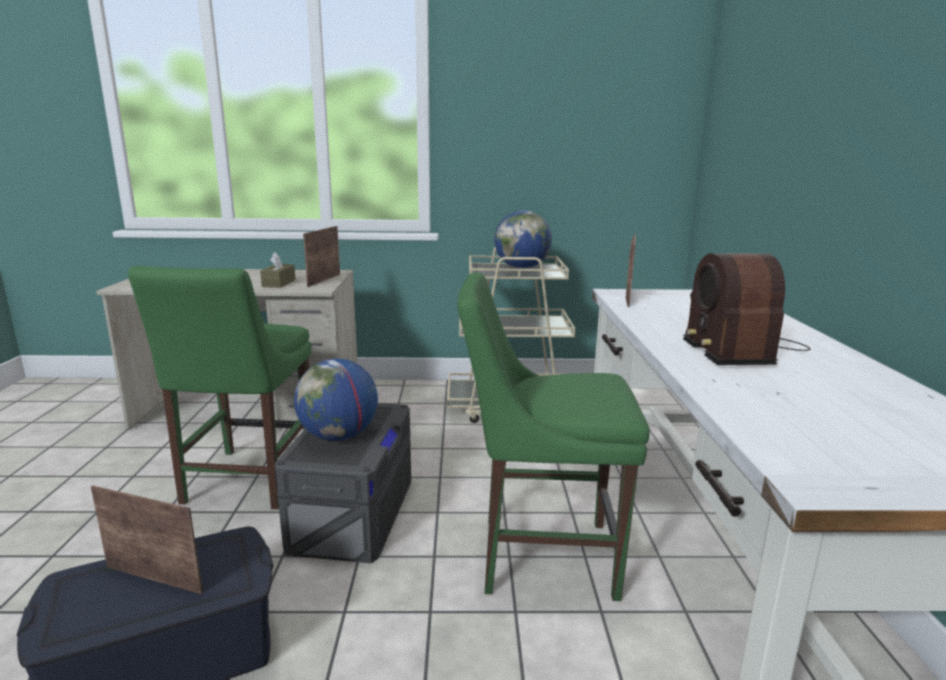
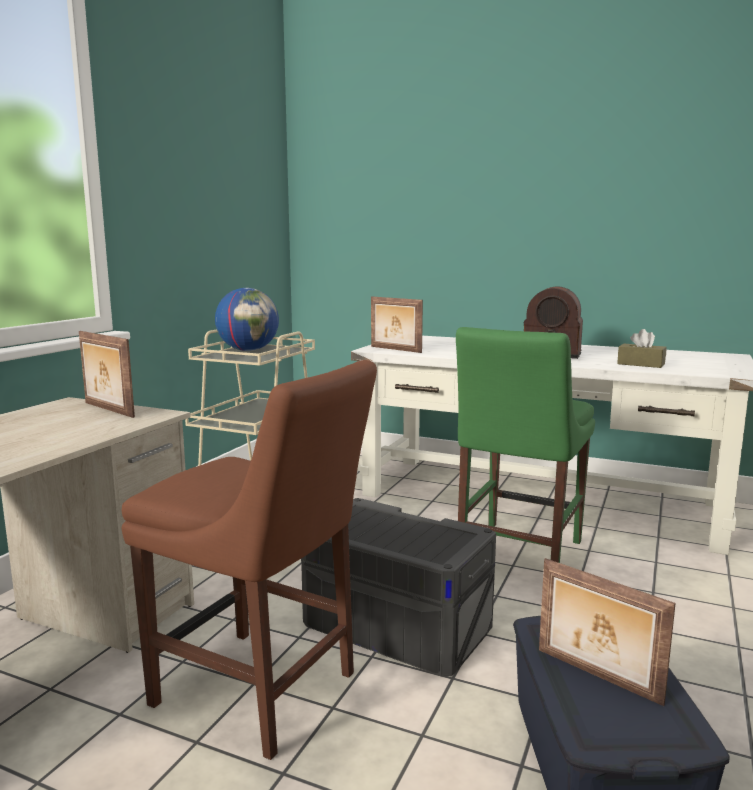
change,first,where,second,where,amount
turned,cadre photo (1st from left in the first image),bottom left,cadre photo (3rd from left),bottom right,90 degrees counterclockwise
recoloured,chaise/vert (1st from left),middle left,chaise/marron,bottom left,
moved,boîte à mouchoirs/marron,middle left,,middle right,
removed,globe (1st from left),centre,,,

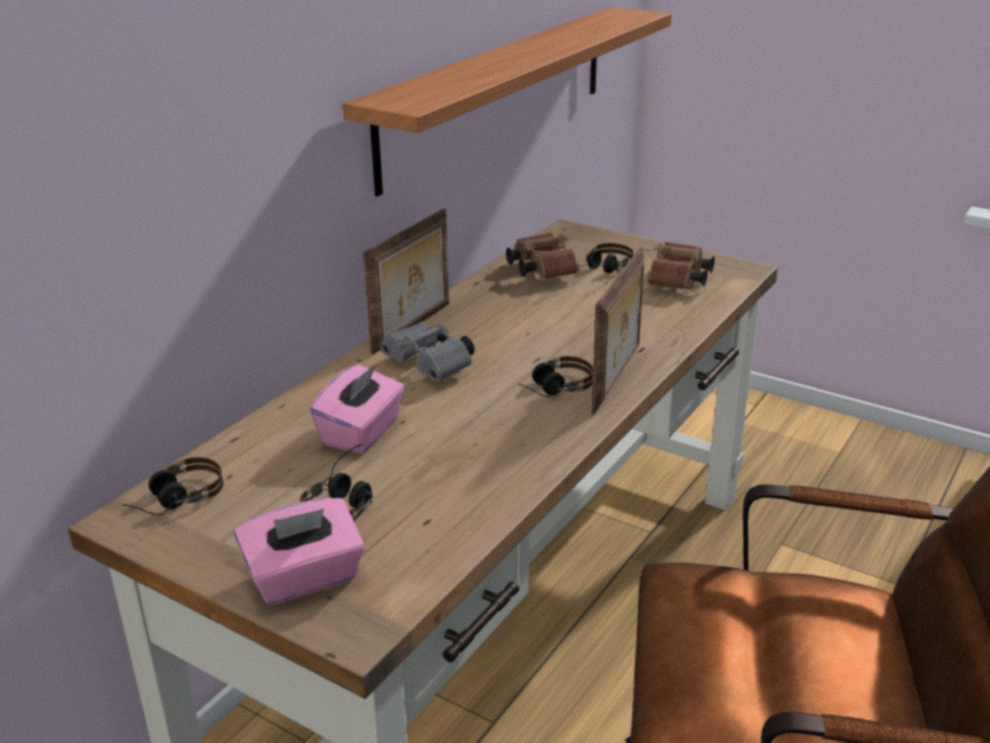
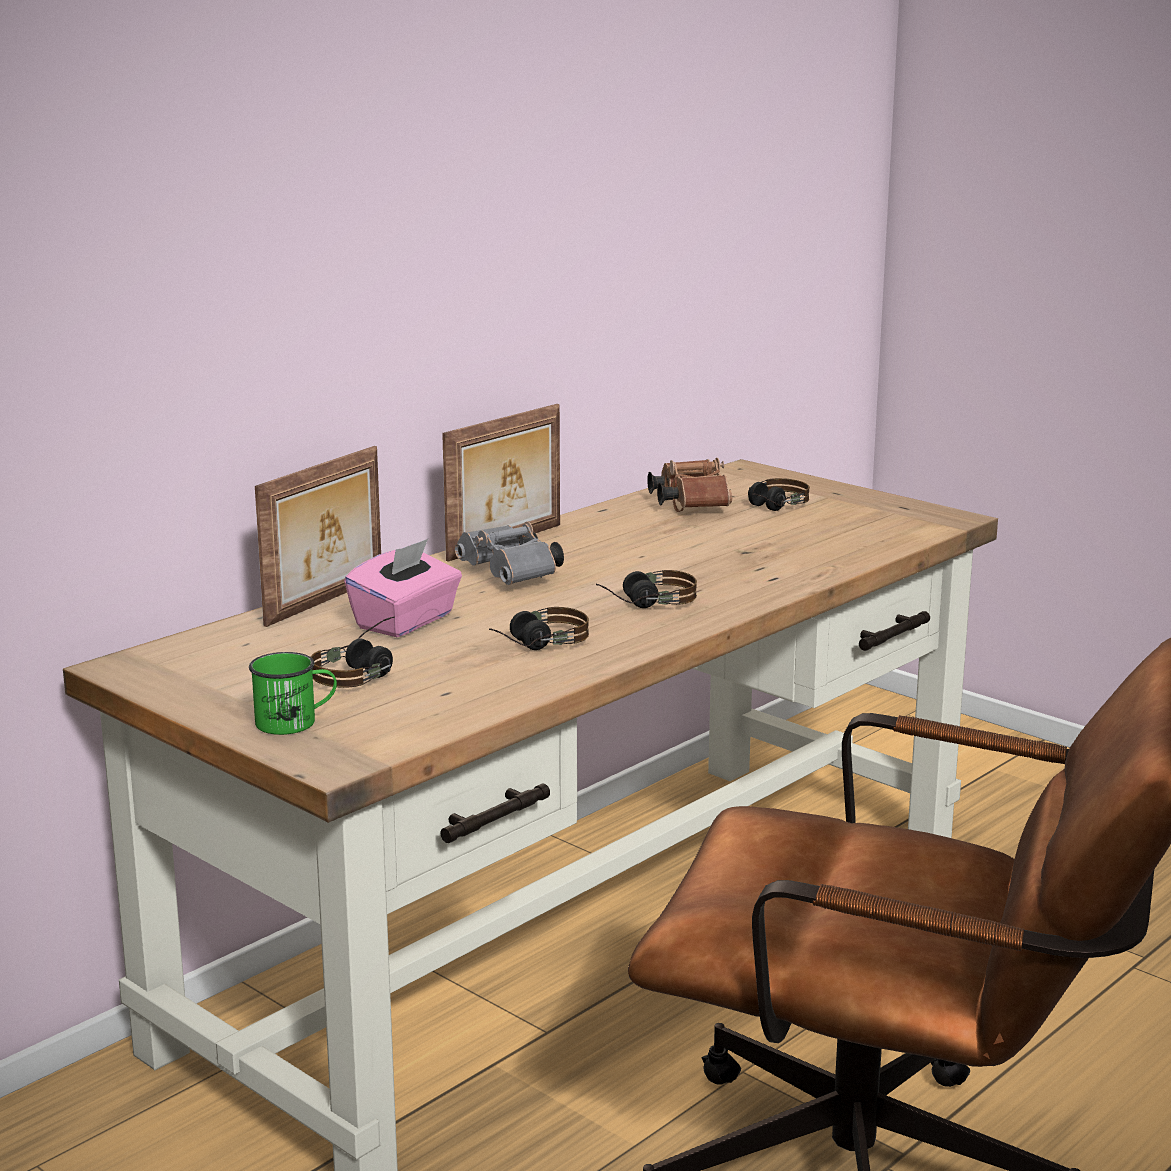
change,first,where,second,where,amount
moved,casque audio (1st from left in the first image),middle left,casque audio (2nd from left),centre,
replaced,boîte à mouchoirs/rose (1st from left),bottom left,mug/vert,middle left,
removed,étagère,top centre,,,
moved,cadre photo (2nd from left in the first image),centre,cadre photo (1st from left),middle left,
removed,jumelles/marron (2nd from left),middle right,,,

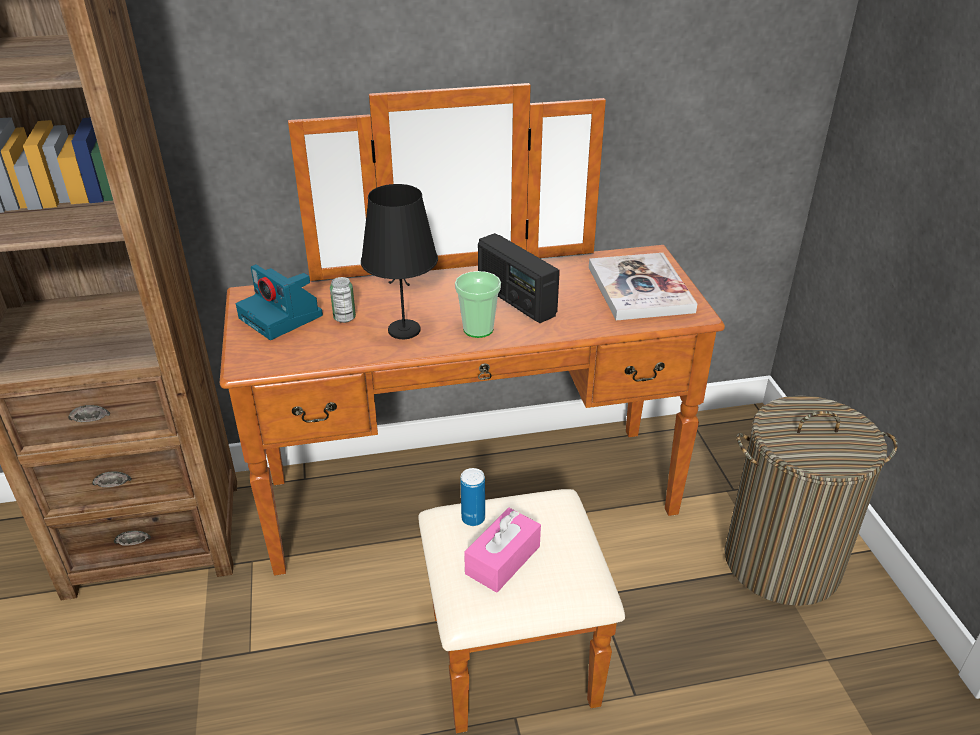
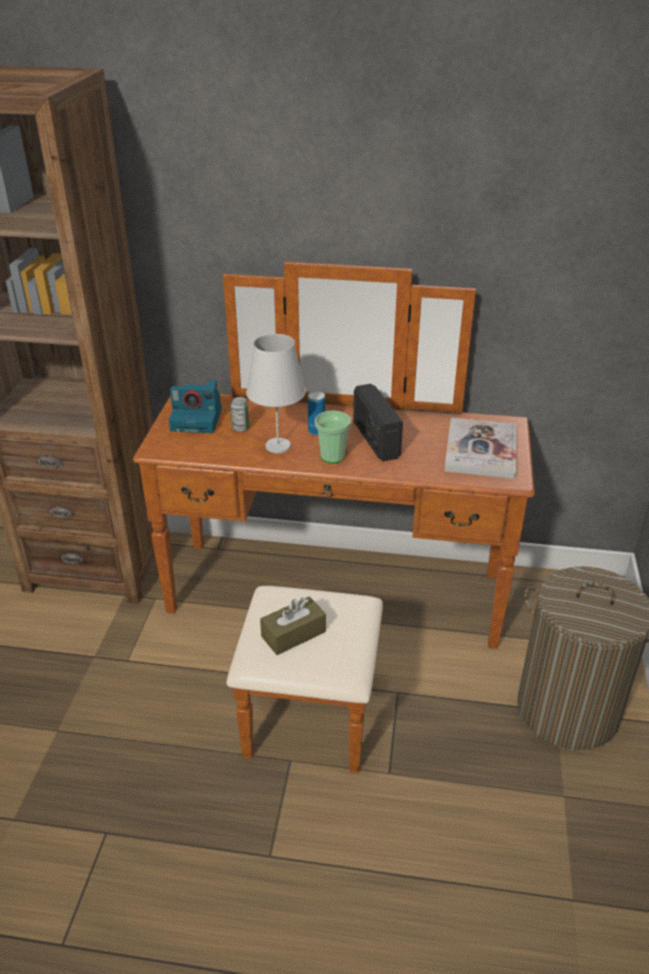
change,first,where,second,where,amount
turned,appareil photo,middle left,,middle left,60 degrees counterclockwise
recoloured,lampe de table/noir,centre,lampe de table/blanc,centre,
moved,boîte métallique (2nd from left),bottom centre,,centre,
recoloured,boîte à mouchoirs/rose,bottom centre,boîte à mouchoirs/marron,centre,

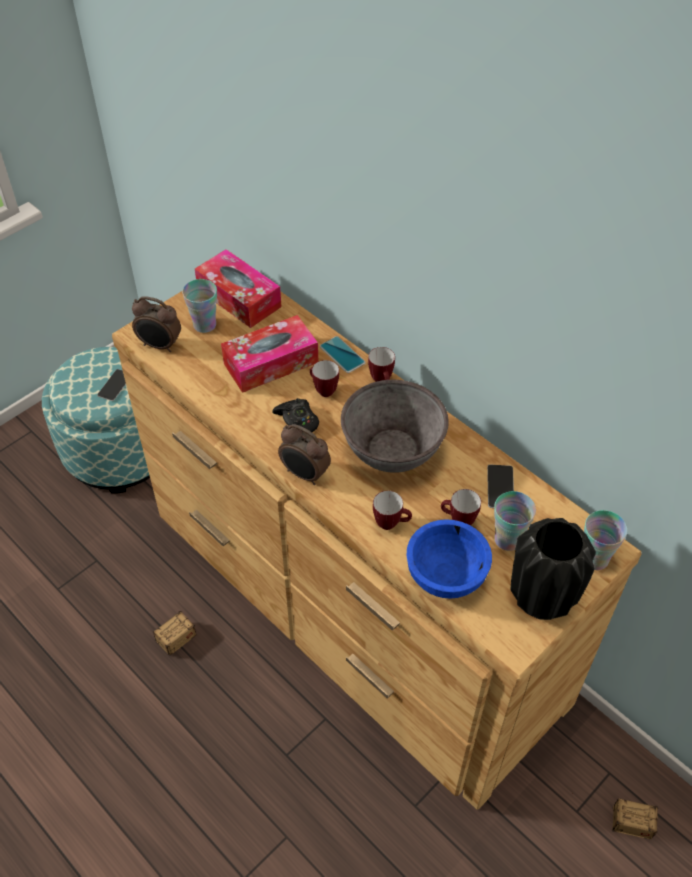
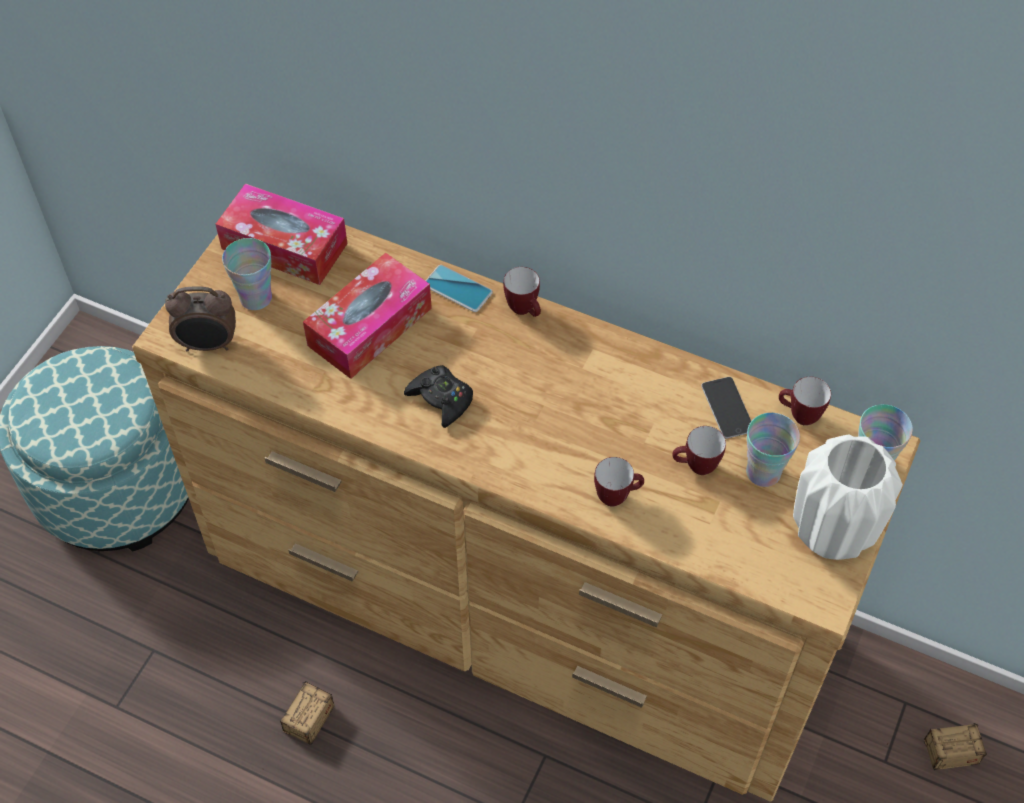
change,first,where,second,where,amount
removed,téléphone (1st from left),middle left,,,
removed,réveil (2nd from left),centre,,,
moved,mug (1st from left in the first image),centre,mug (4th from left),middle right,
removed,bol/gris,centre,,,
removed,bol/bleu,centre,,,
recoloured,vase/noir,middle right,vase/blanc,middle right,

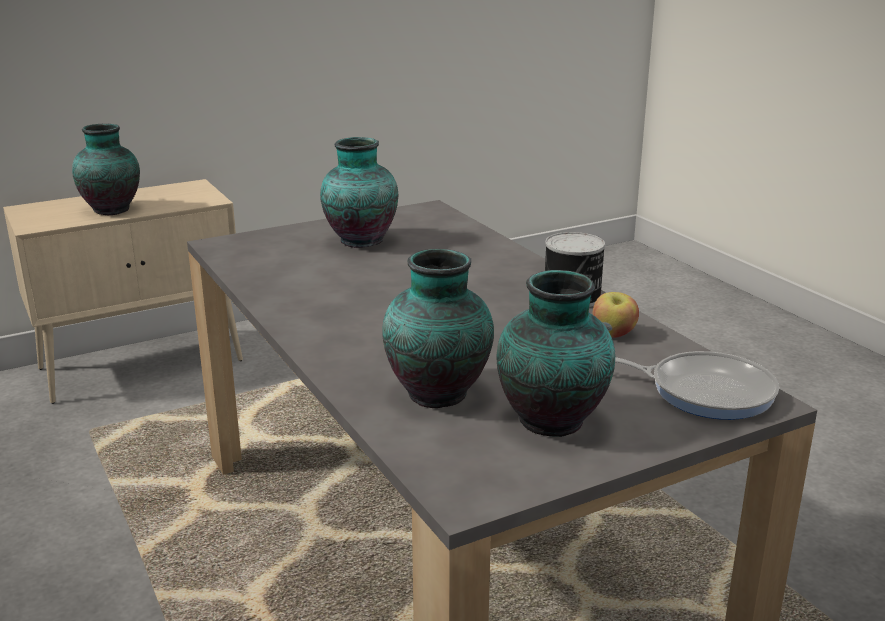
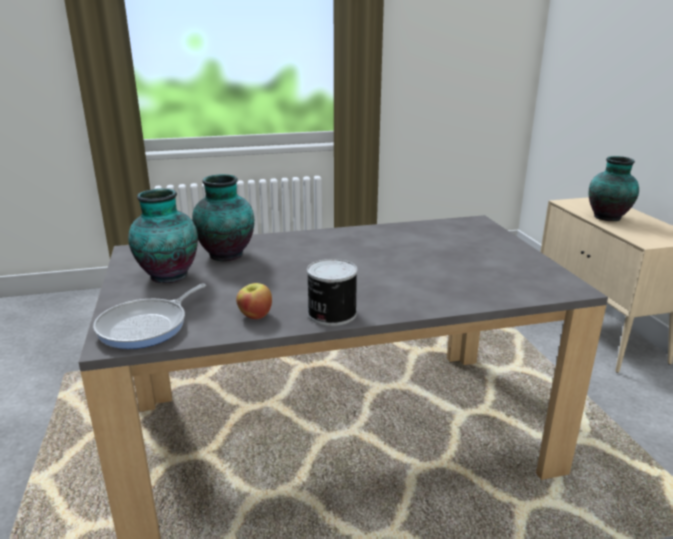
change,first,where,second,where,amount
removed,vase (2nd from left),top centre,,,

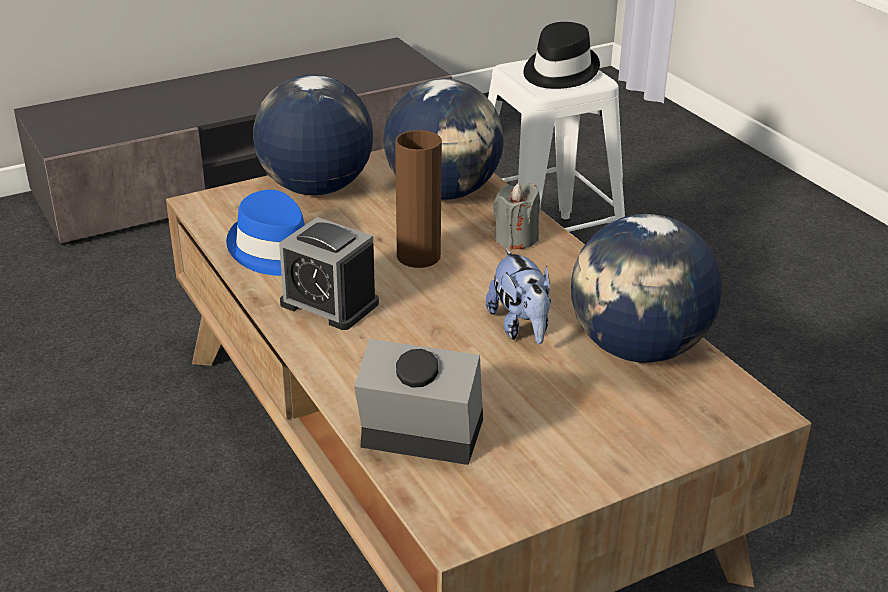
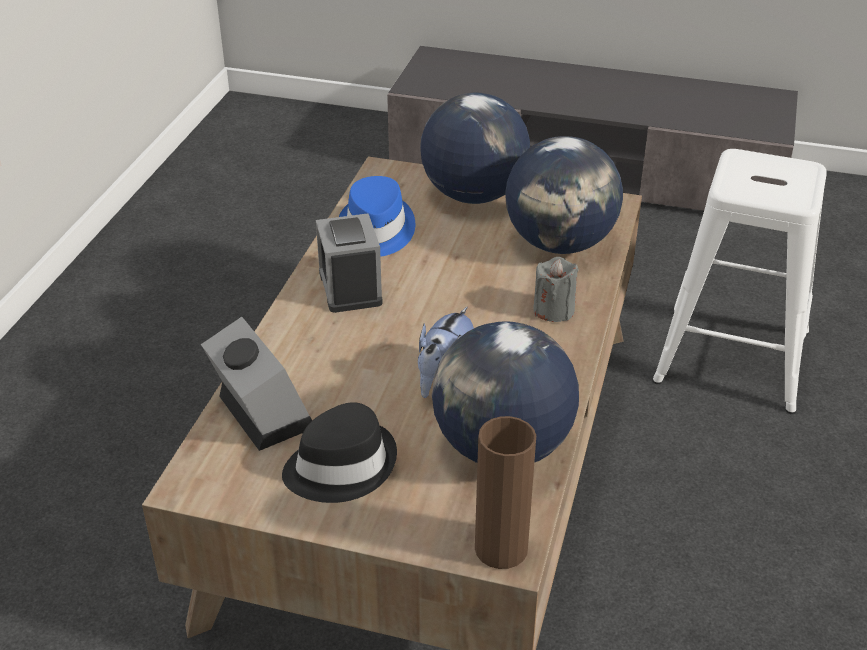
change,first,where,second,where,amount
moved,vase/marron,centre,,bottom centre,
moved,chapeau/noir,top centre,,bottom centre,

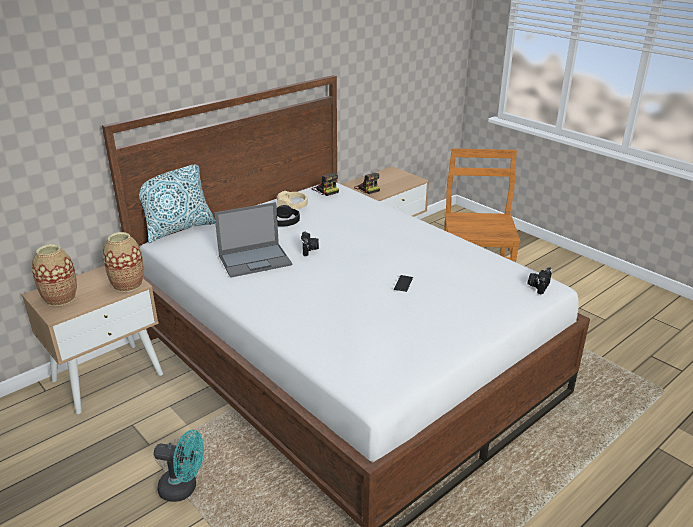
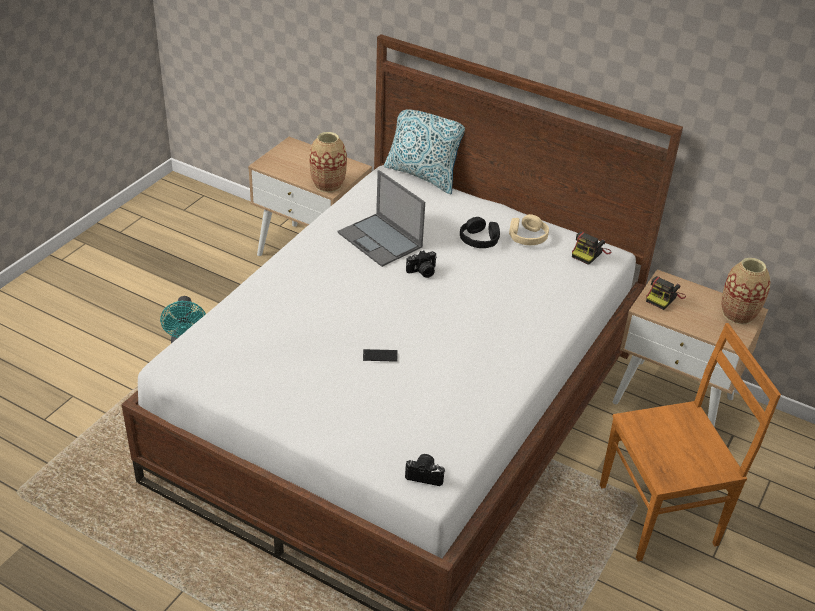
change,first,where,second,where,amount
moved,vase (1st from left in the first image),middle left,vase (2nd from left),middle right,

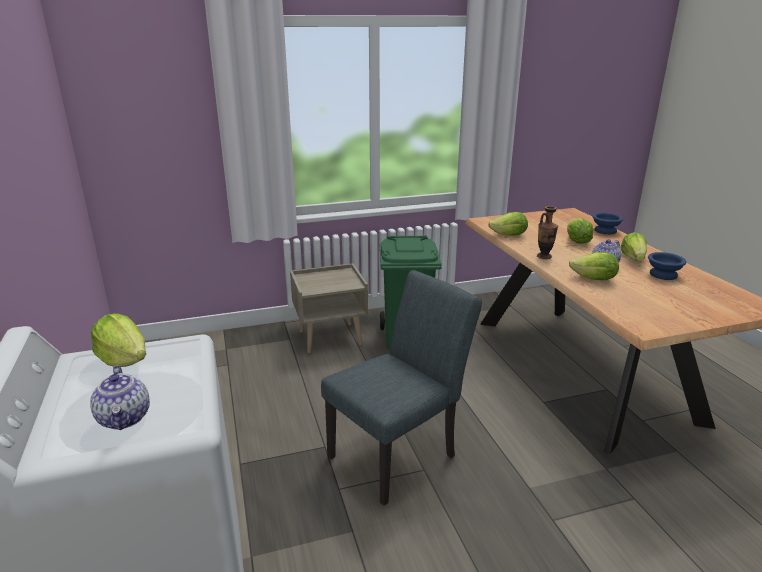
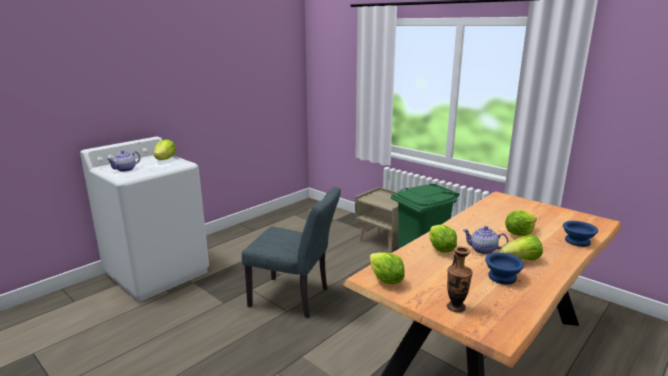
change,first,where,second,where,amount
moved,laitue (2nd from left),middle right,,bottom centre,
moved,vase,middle right,,bottom right,

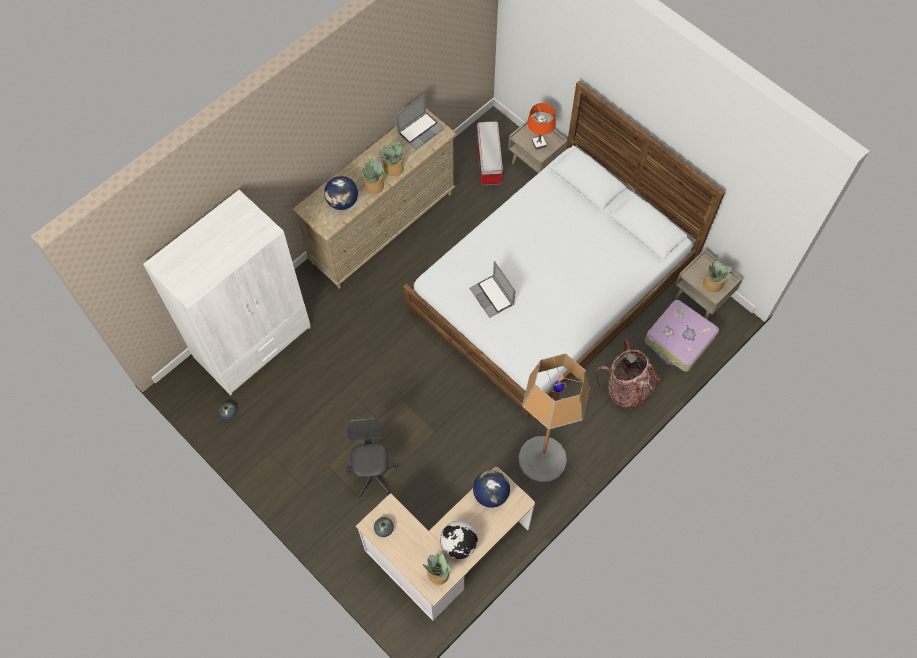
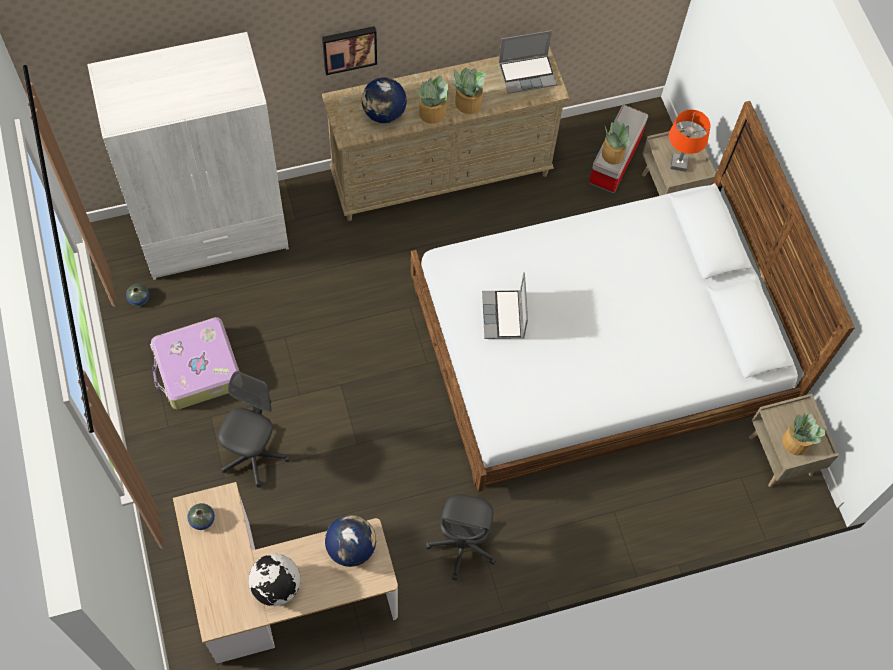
change,first,where,second,where,amount
moved,plante en pot (3rd from left),bottom centre,,top right,
replaced,lampadaire,centre,chaise de bureau/gris (2nd from left),bottom centre,
removed,sac à dos,middle right,,,
moved,valise,middle right,,middle left,
added,,,tableau,top centre,

